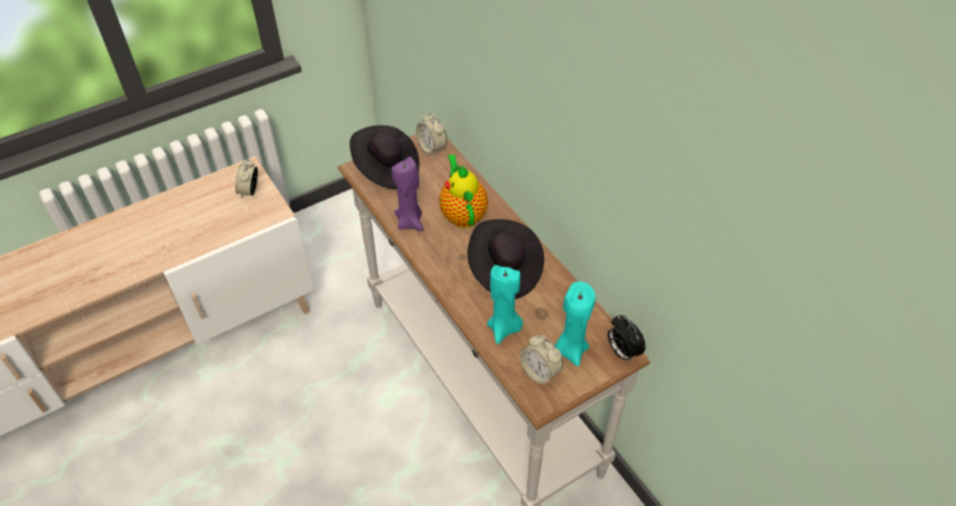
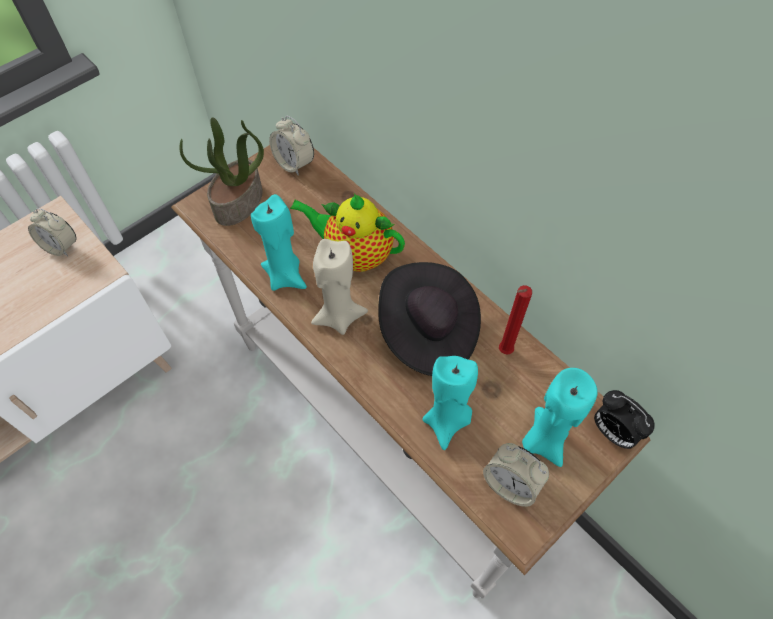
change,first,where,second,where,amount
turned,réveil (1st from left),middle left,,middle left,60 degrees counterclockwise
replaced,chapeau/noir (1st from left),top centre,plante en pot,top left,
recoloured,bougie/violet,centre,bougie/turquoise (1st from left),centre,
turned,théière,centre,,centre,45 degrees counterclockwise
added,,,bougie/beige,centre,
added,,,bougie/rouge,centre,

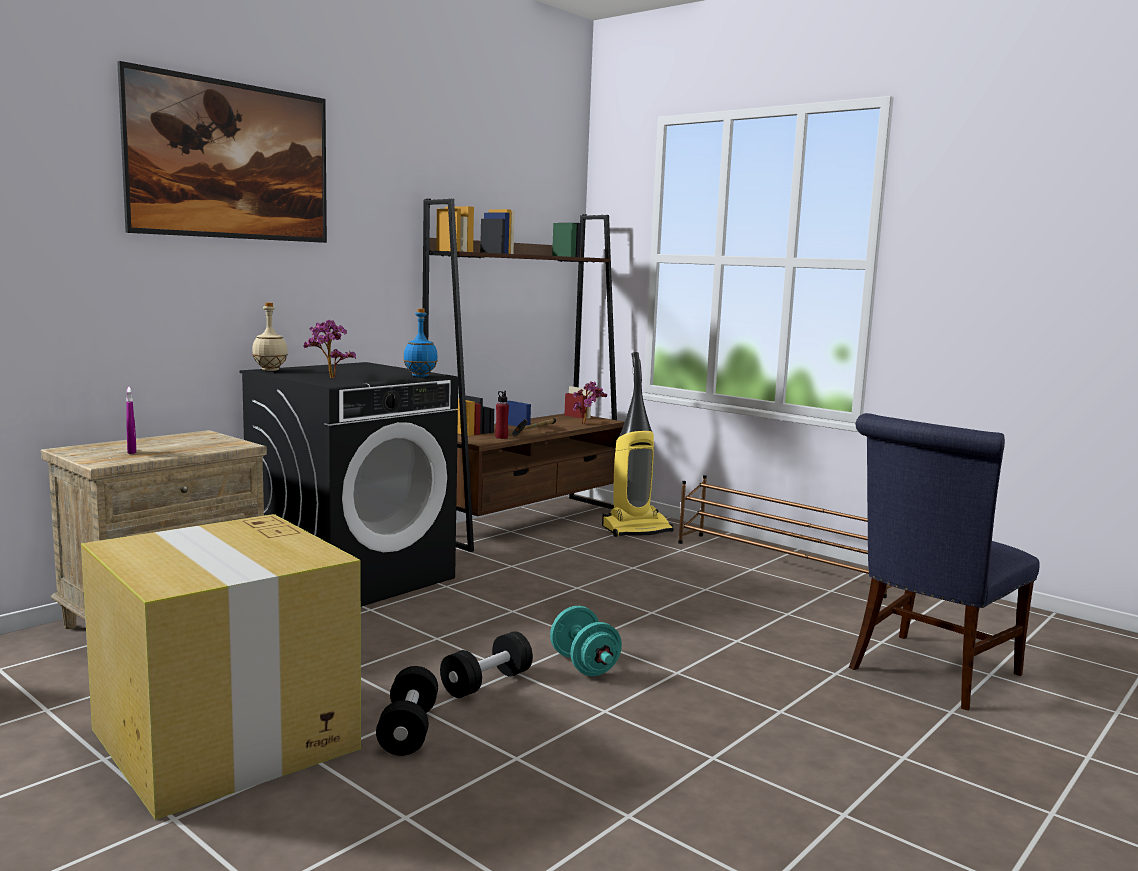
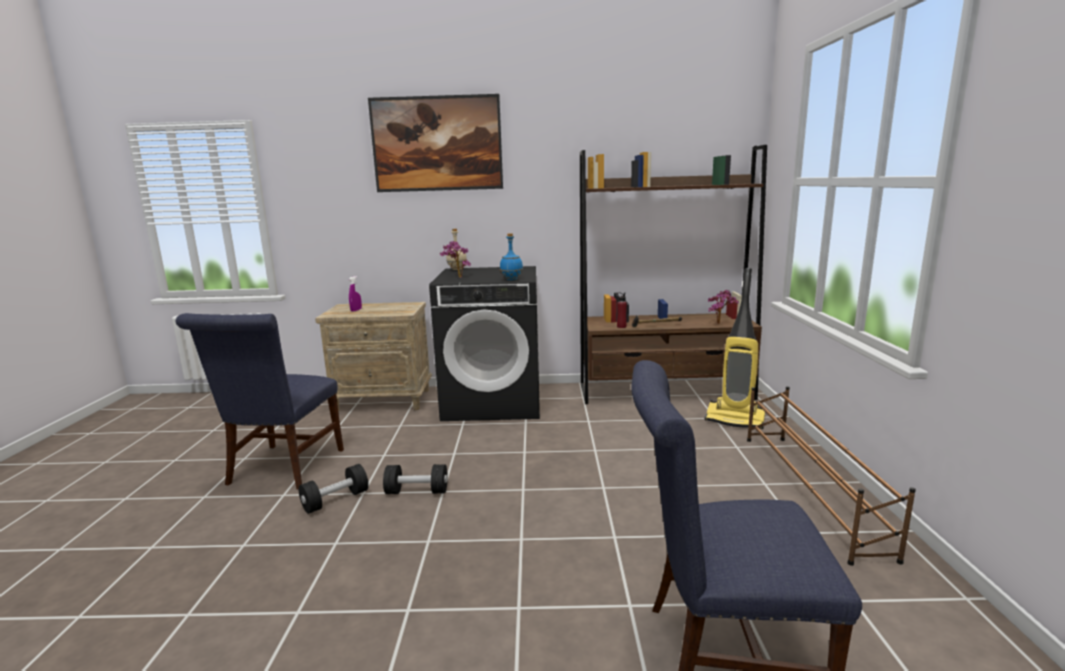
change,first,where,second,where,amount
replaced,carton,bottom left,chaise/bleu (1st from left),middle left,
removed,haltère/turquoise,bottom centre,,,

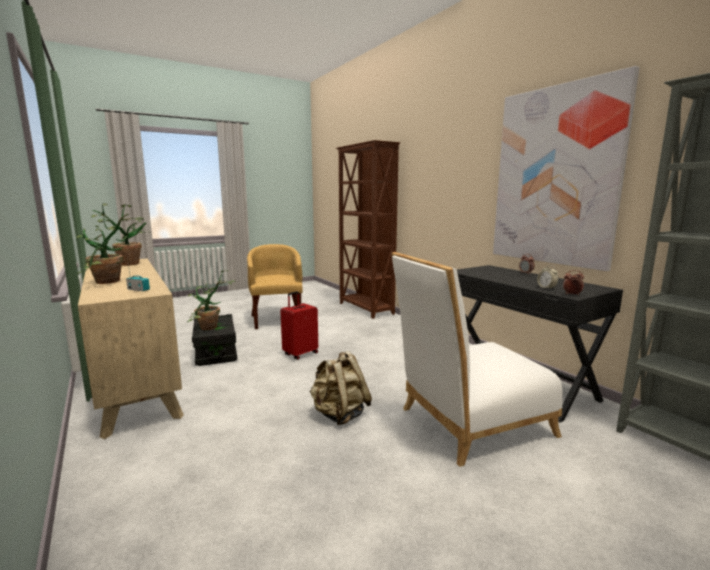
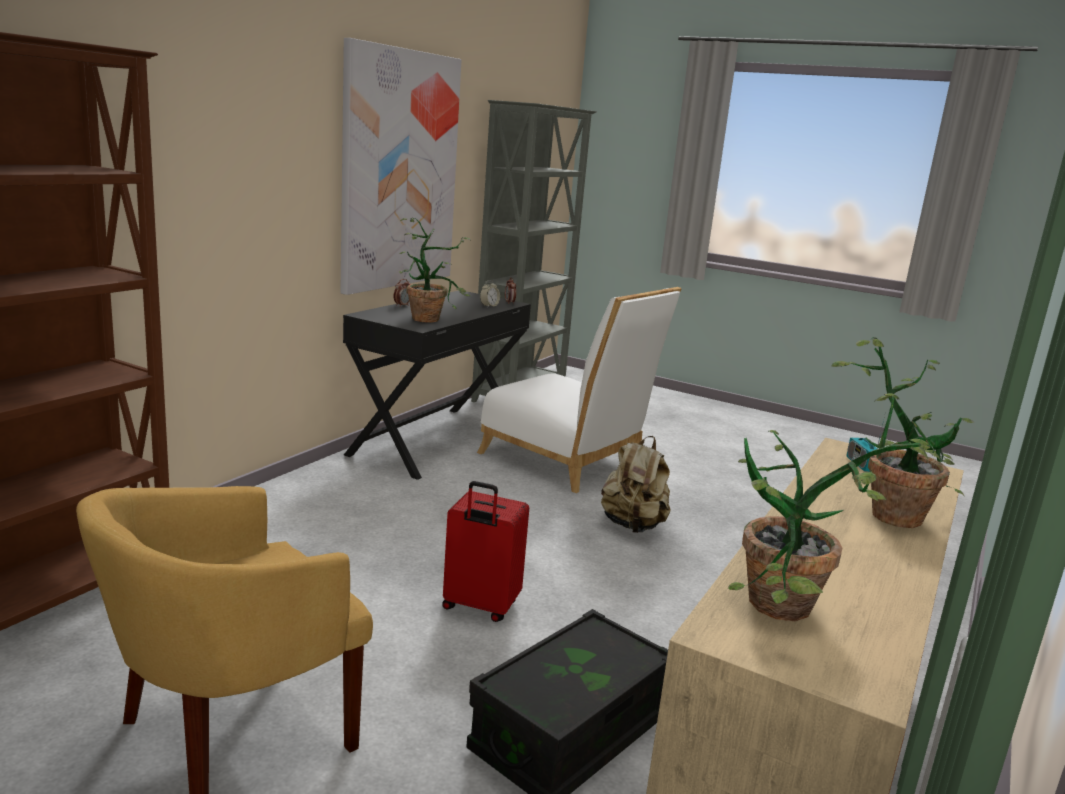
change,first,where,second,where,amount
moved,plante en pot (3rd from left in the first image),middle left,plante en pot (1st from left),centre,

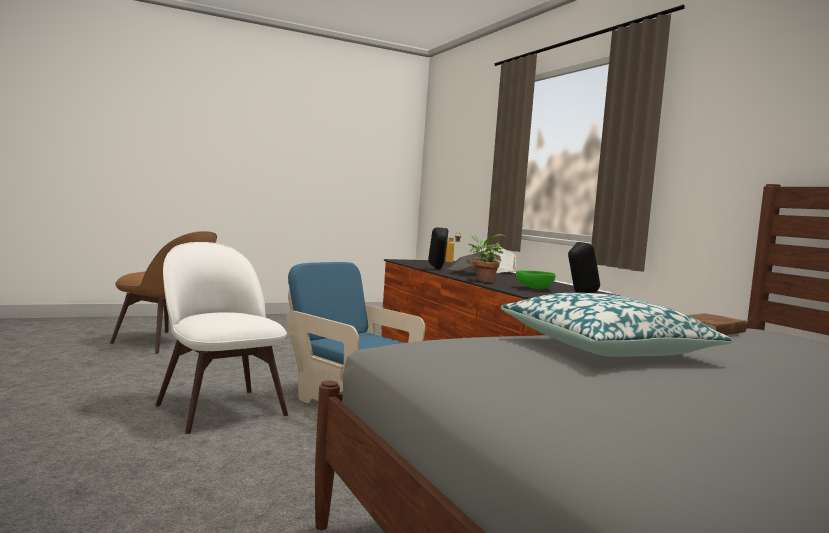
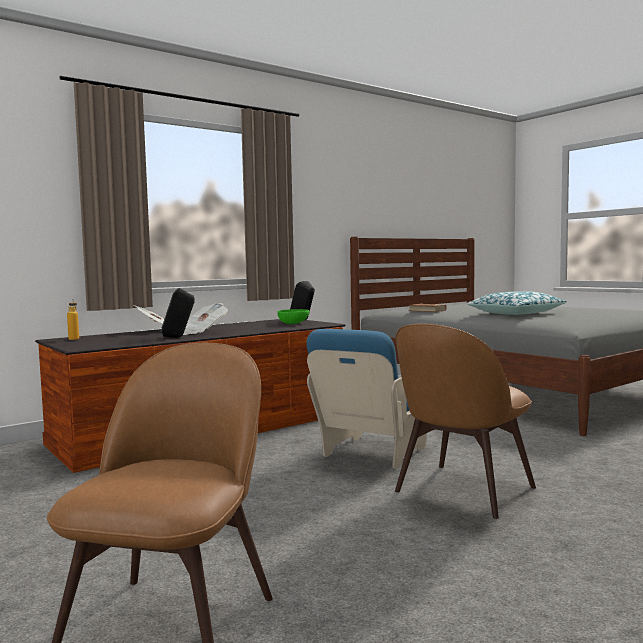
change,first,where,second,where,amount
recoloured,chaise/blanc,middle left,chaise/marron (2nd from left),middle right,
removed,plante en pot,centre,,,

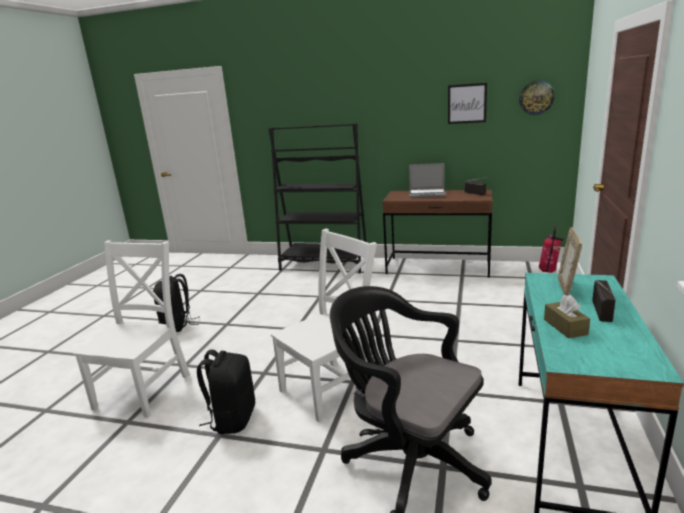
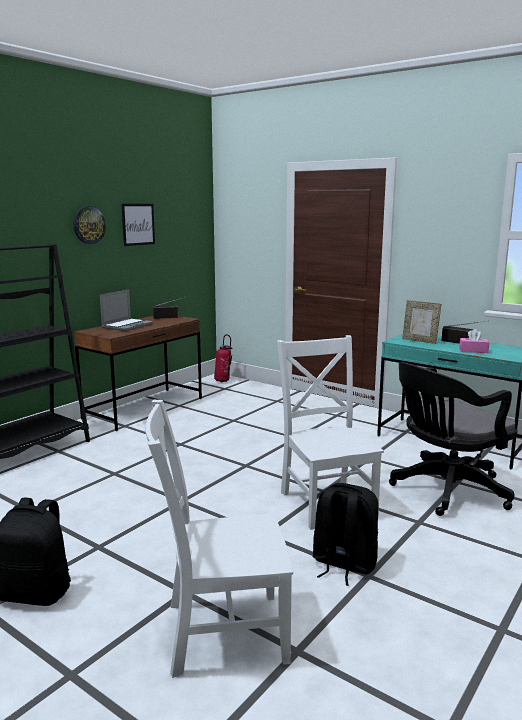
change,first,where,second,where,amount
turned,chaise/blanc (1st from left),middle left,,bottom centre,45 degrees counterclockwise
moved,horloge murale,top right,,top left,
recoloured,boîte à mouchoirs/marron,middle right,boîte à mouchoirs/rose,middle right,

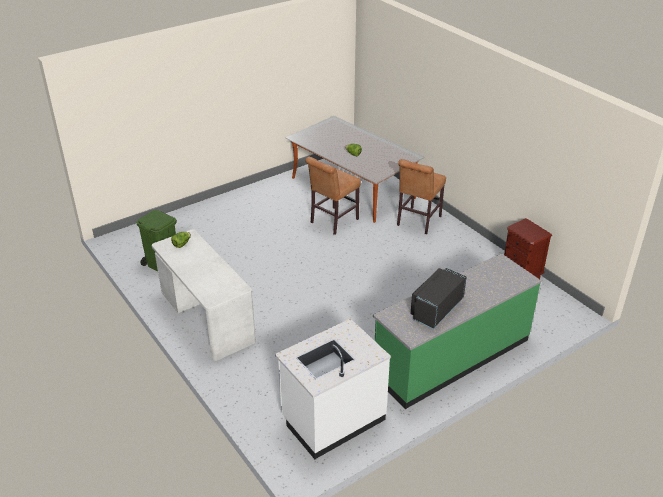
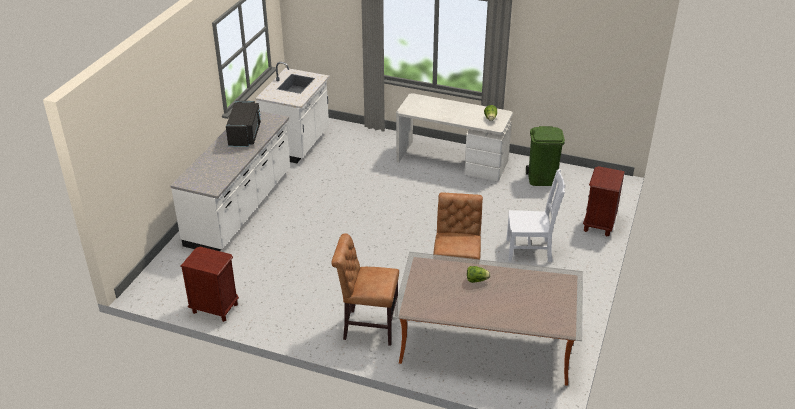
change,first,where,second,where,amount
recoloured,comptoir de cuisine/vert,middle right,comptoir de cuisine/blanc (1st from left),middle left,
turned,chaise/marron (2nd from left in the first image),centre,chaise/marron (1st from left),bottom centre,75 degrees counterclockwise
added,,,chaise/blanc,middle right,
added,,,table de chevet/marron (2nd from left),middle right,

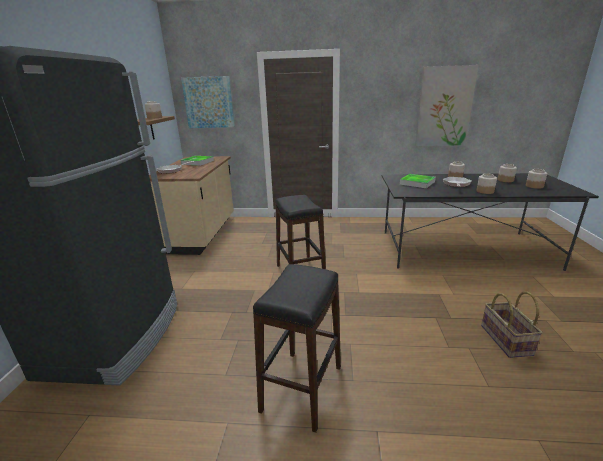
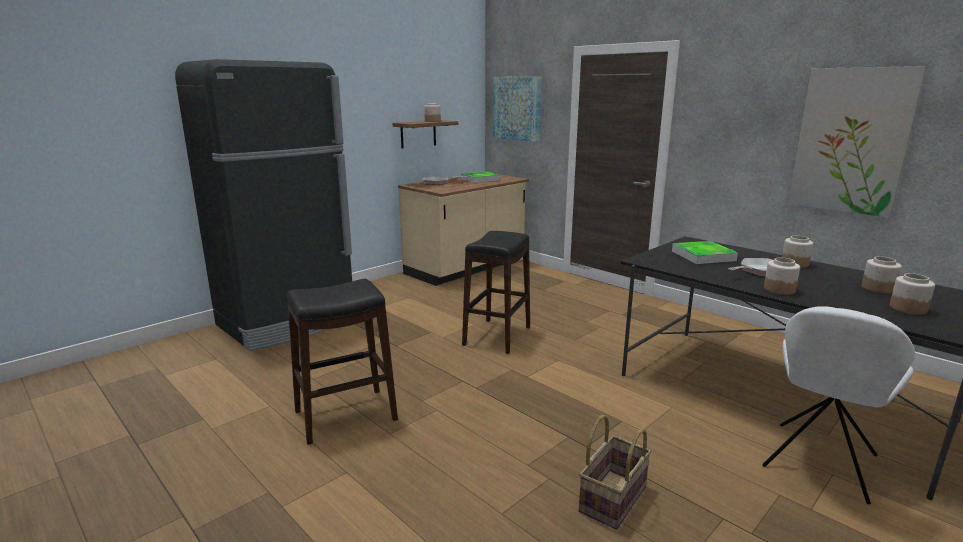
change,first,where,second,where,amount
added,,,chaise/blanc,bottom right,

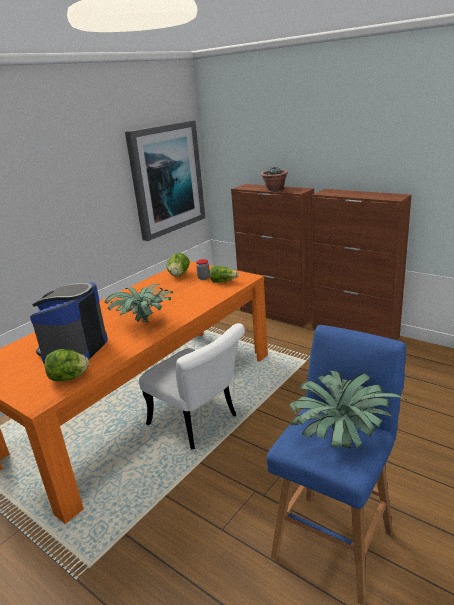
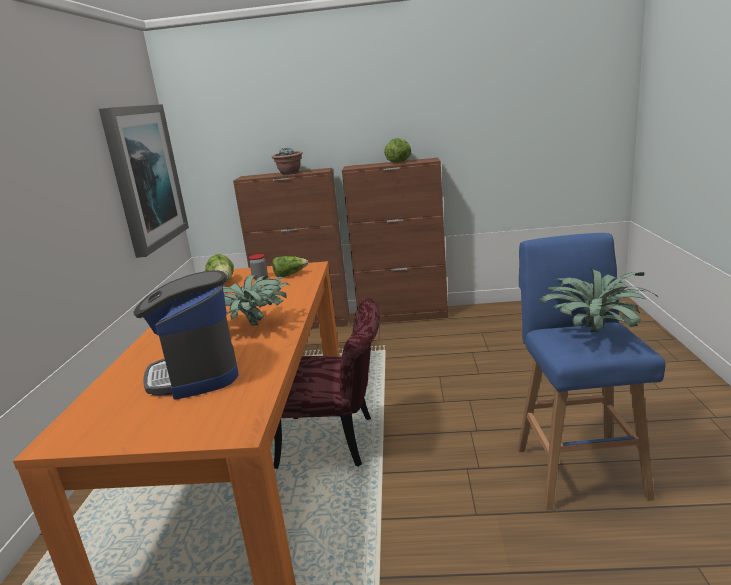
change,first,where,second,where,amount
moved,laitue (1st from left in the first image),middle left,laitue (3rd from left),top centre,
recoloured,chaise/blanc,centre,chaise/rouge,centre,

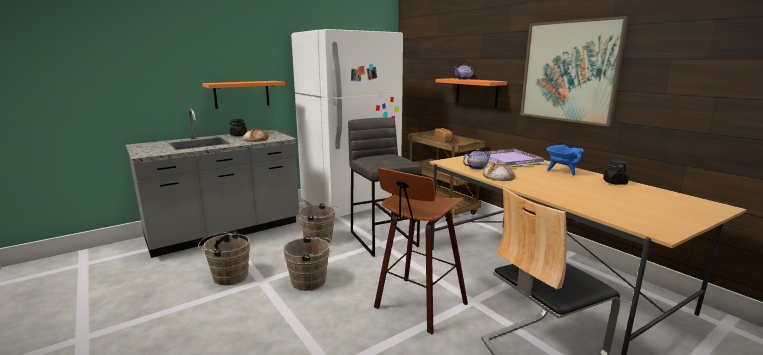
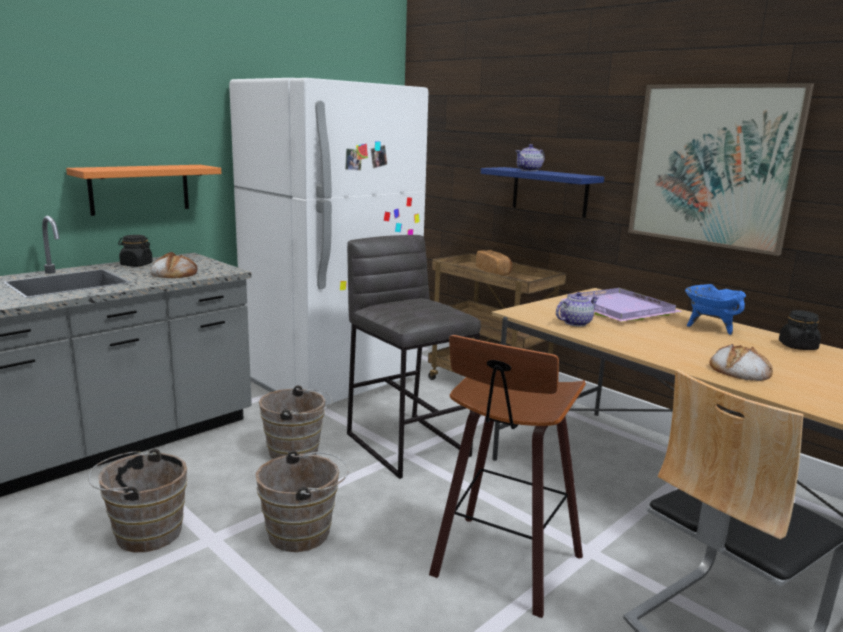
change,first,where,second,where,amount
recoloured,étagère/orange (2nd from left),top centre,étagère/bleu,top centre,
moved,pain (3rd from left),centre,,middle right,

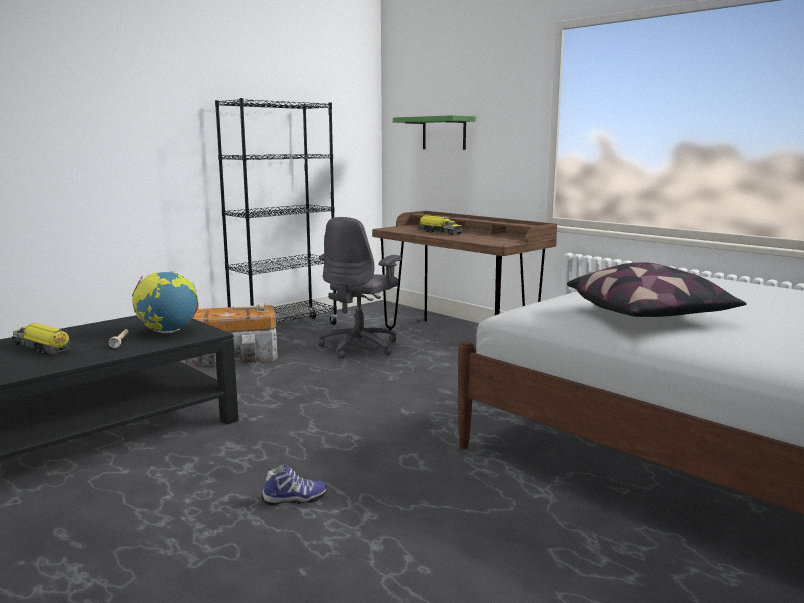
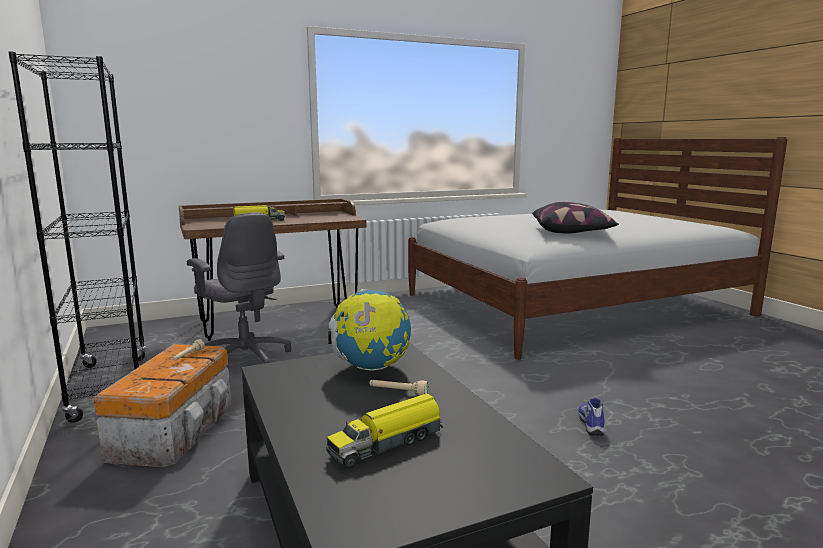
change,first,where,second,where,amount
removed,étagère/vert,top centre,,,

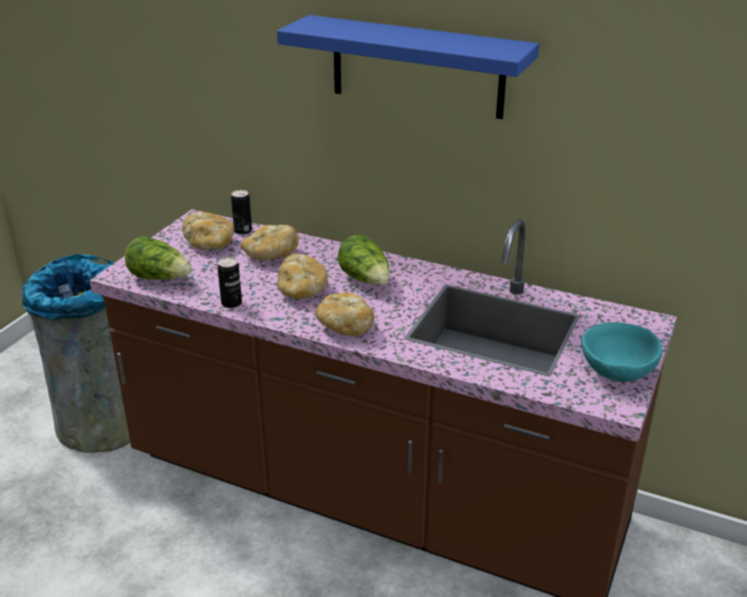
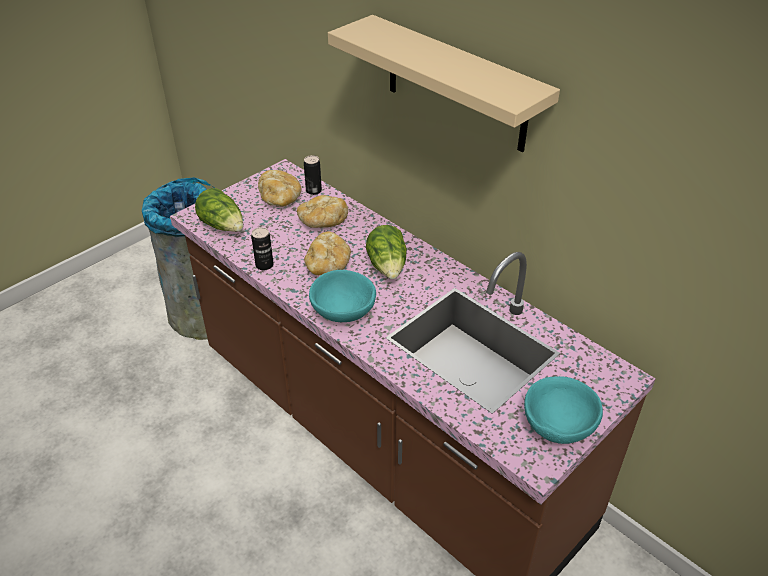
change,first,where,second,where,amount
recoloured,étagère/bleu,top centre,étagère/beige,top centre,
replaced,pain (4th from left),centre,bol/turquoise (1st from left),centre,

